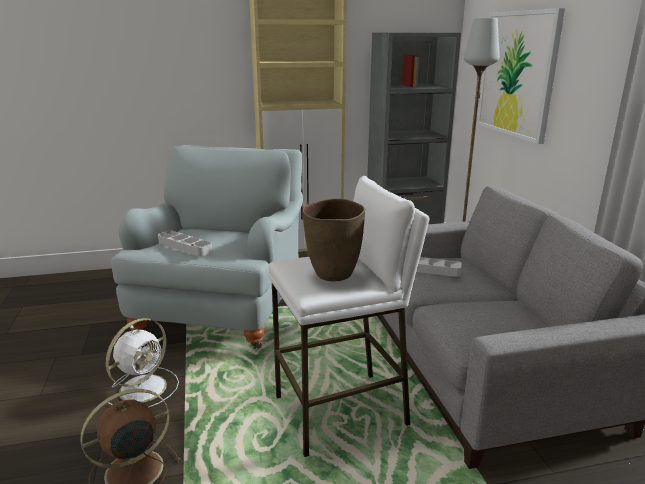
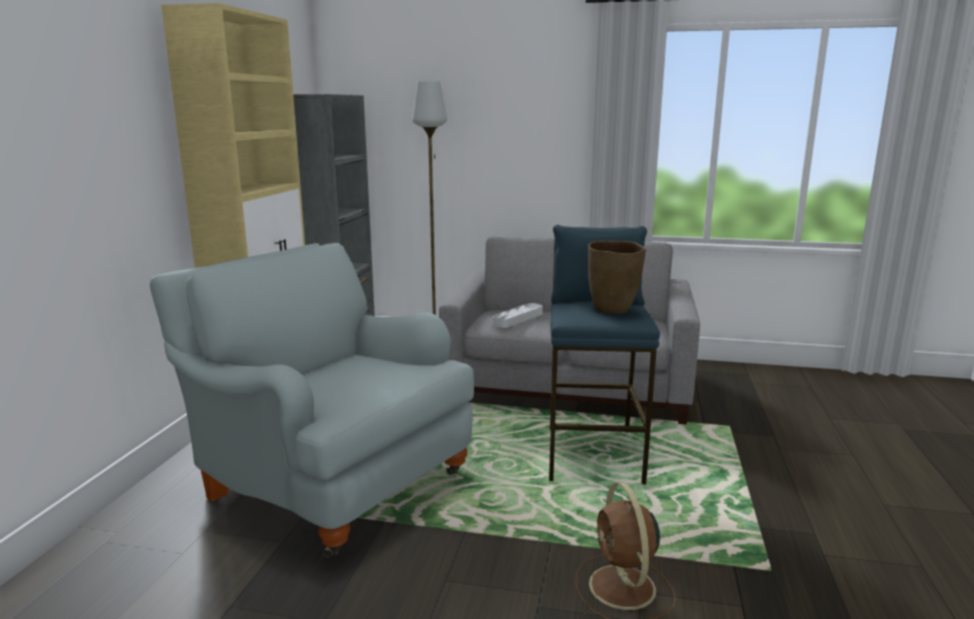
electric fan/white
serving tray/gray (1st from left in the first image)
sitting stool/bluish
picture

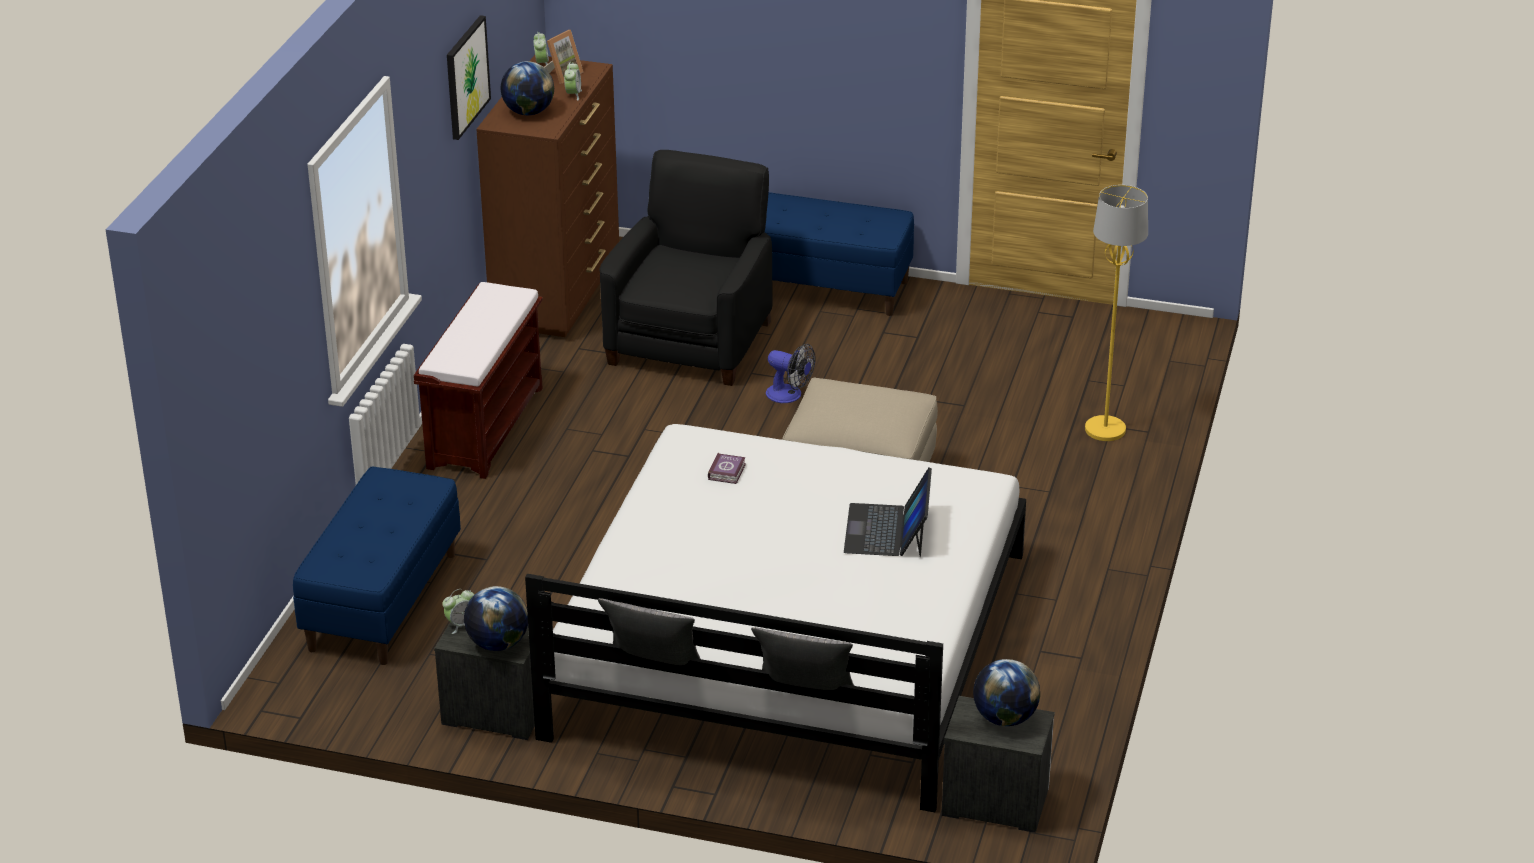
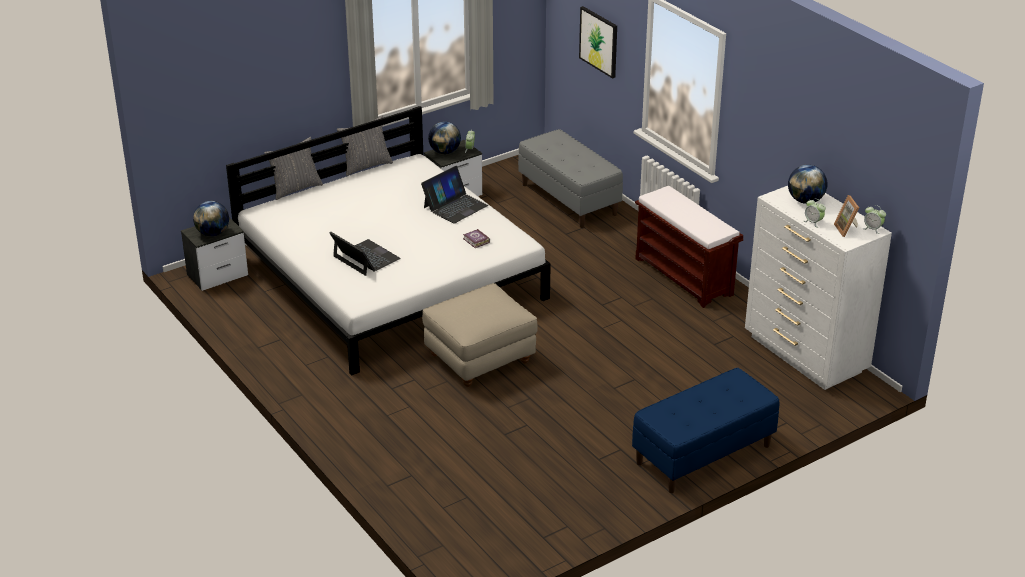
indoor bench/gray
picture
dresser/white
lounge chair/blackish
electric fan
floor lamp/yellowish
notebook computer (2nd from left)

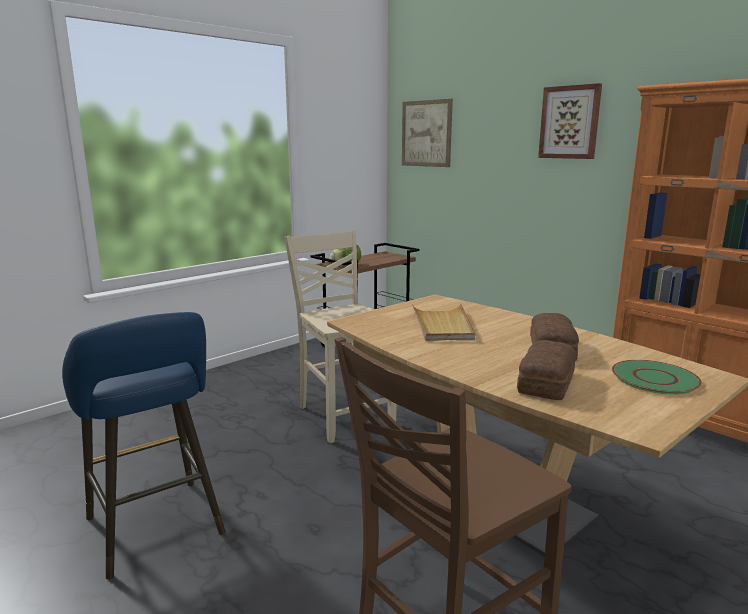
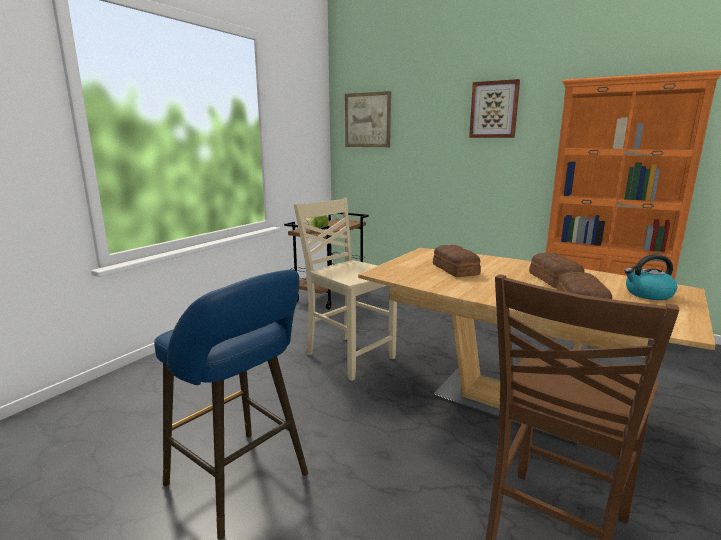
bread (1st from left)
tea kettle

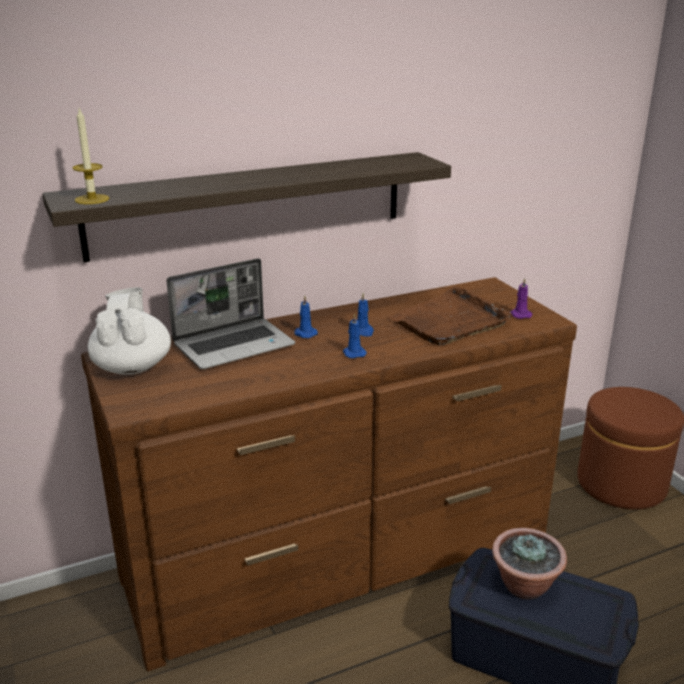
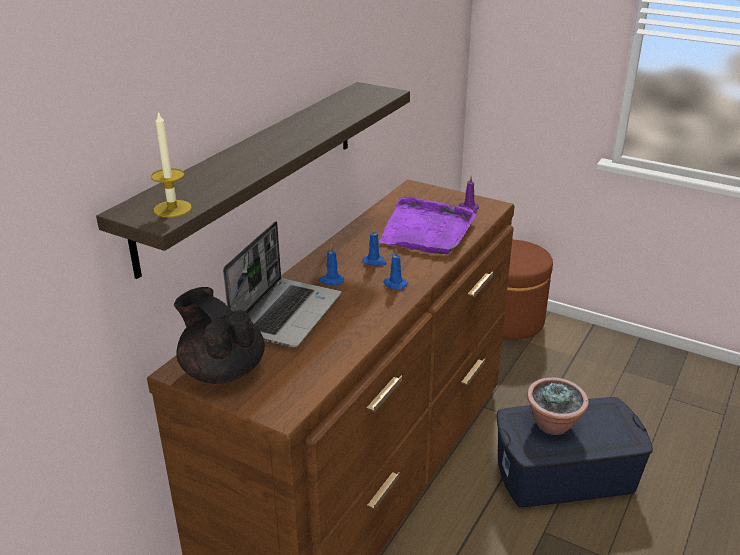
tea pot/blackish
serving tray/purple

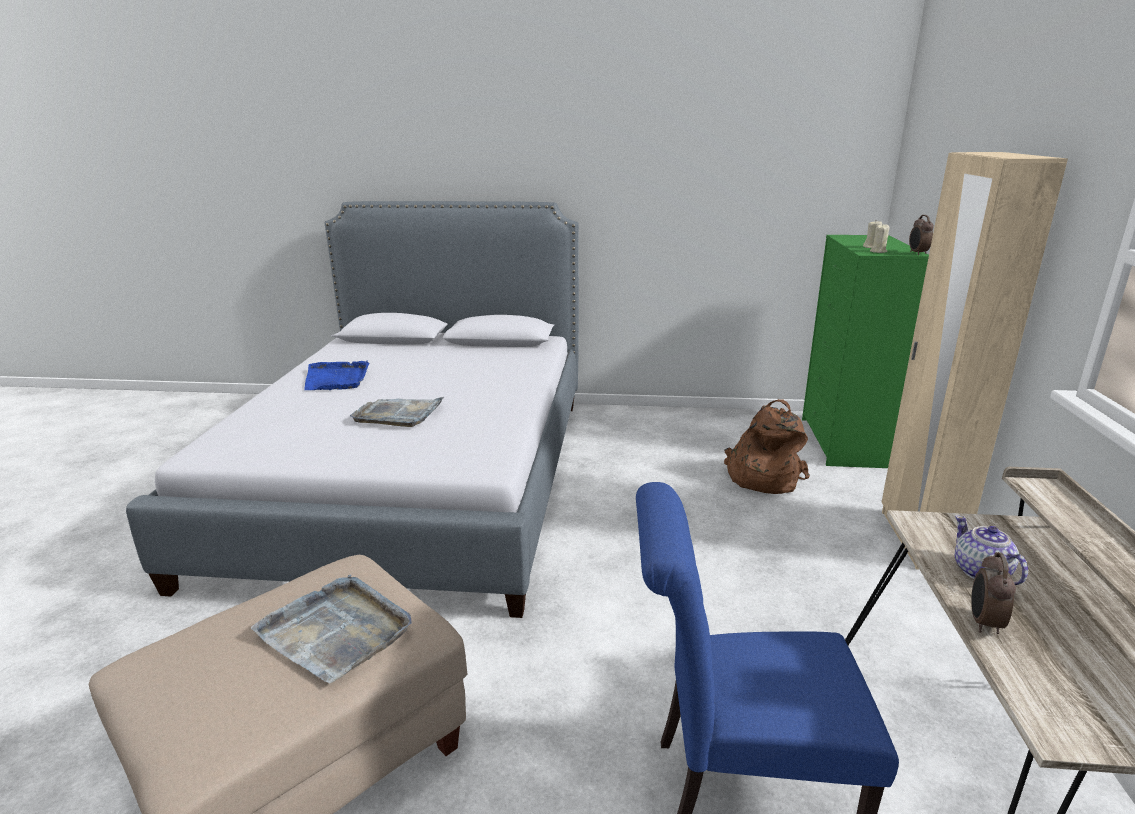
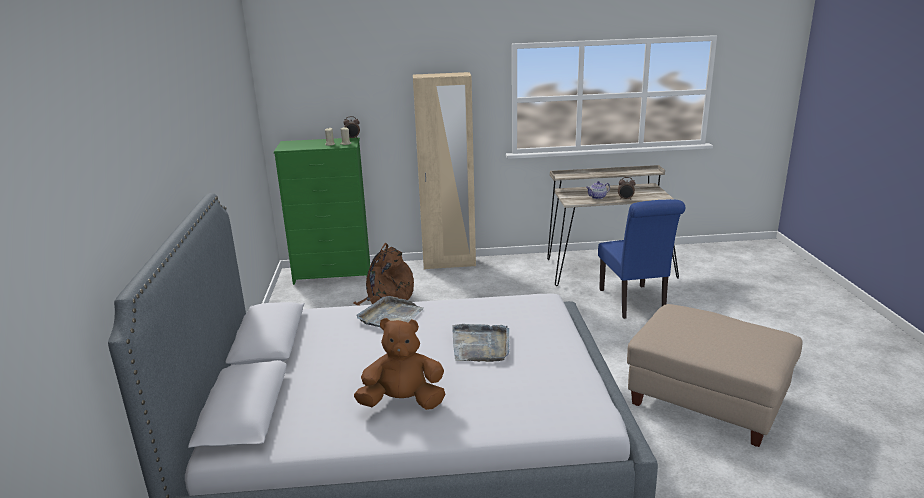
serving tray/gray (1st from left)
cuddly toy/brown

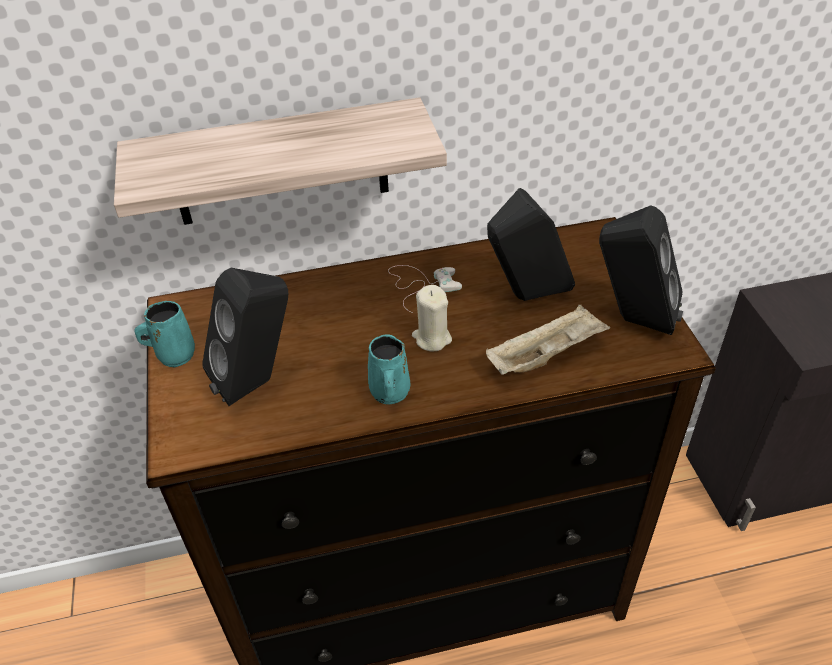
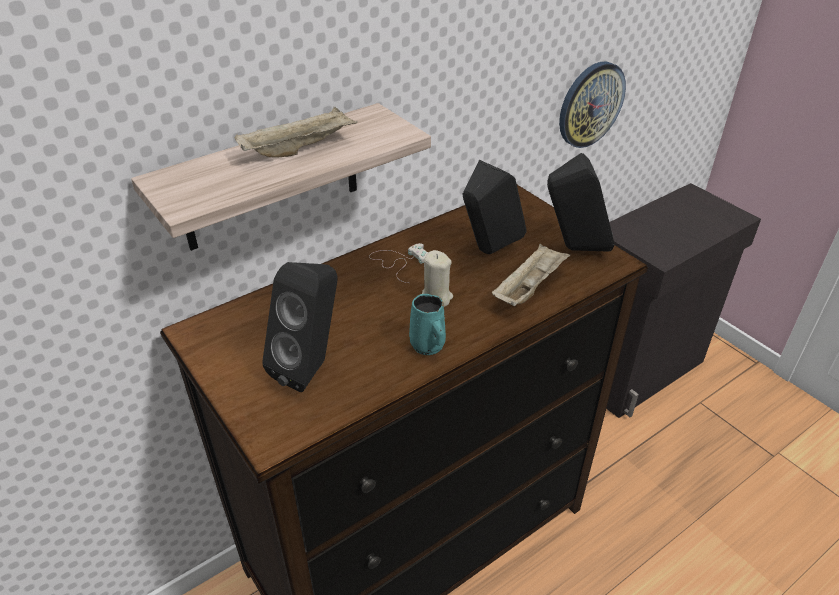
mug/blue-green (1st from left in the first image)
serving tray/beige-coloured (1st from left)
clock on the wall

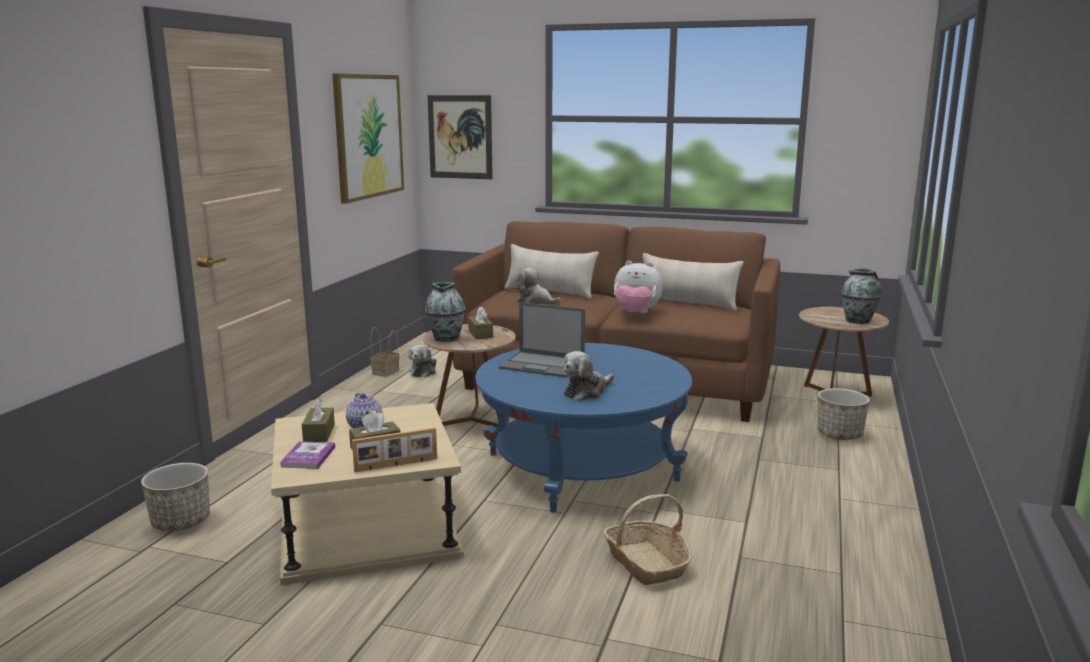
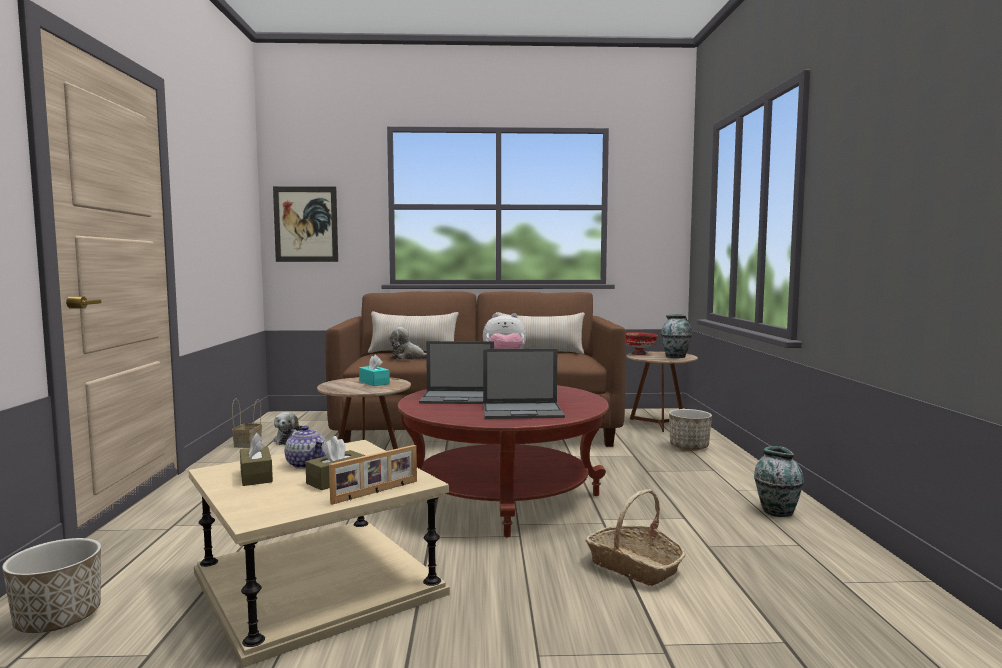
bound book
picture (1st from left in the first image)
decorative vase (2nd from left)
box of tissues/blue-green
coffee table/red
notebook computer (2nd from left)
deep dish/red

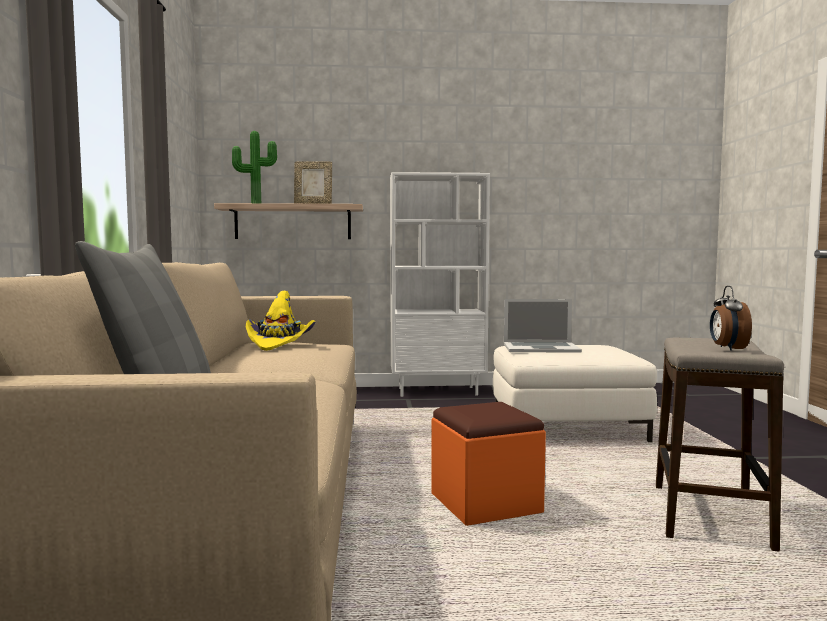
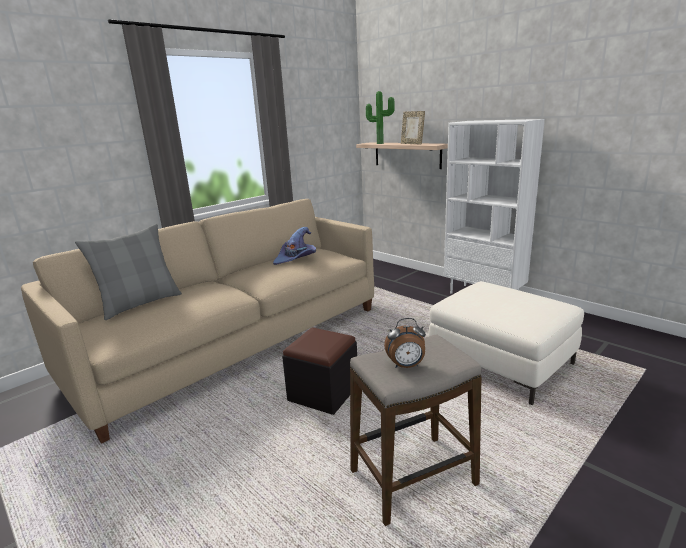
hat/purple
pouffe/blackish
notebook computer
alarm clock

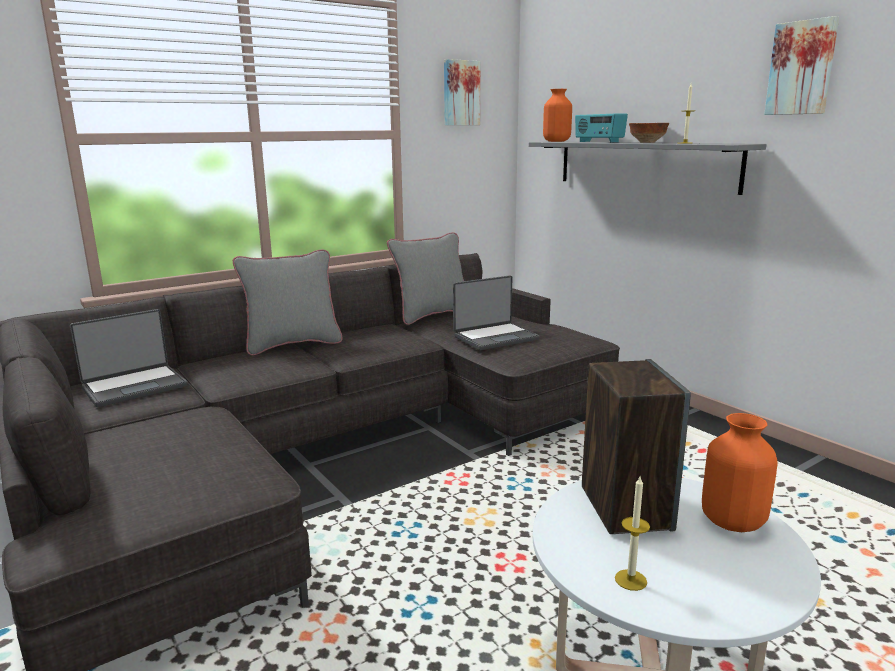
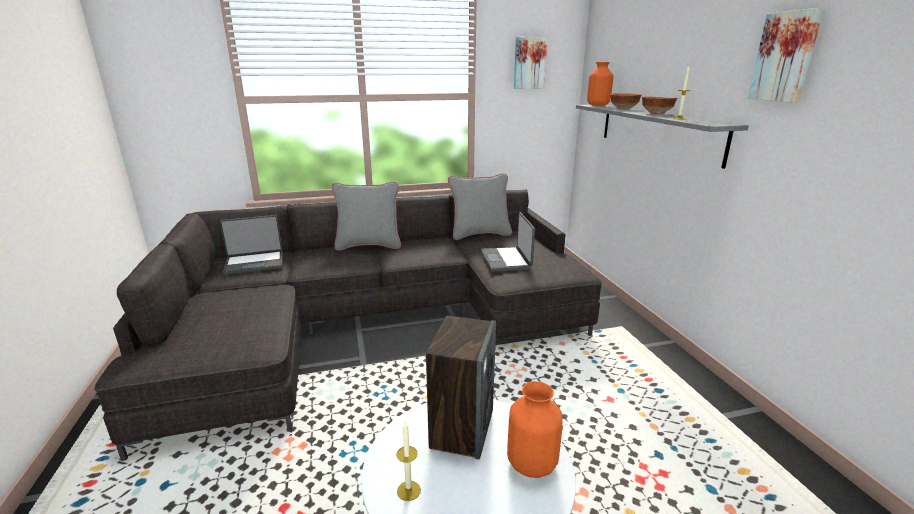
notebook computer (2nd from left)
deep dish (1st from left)

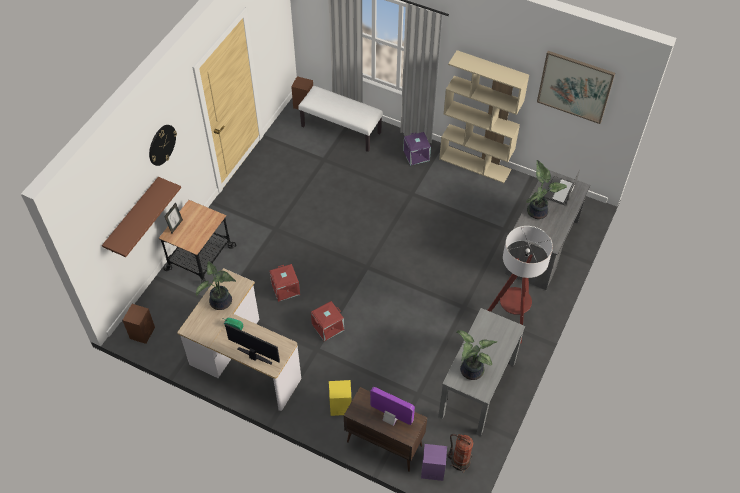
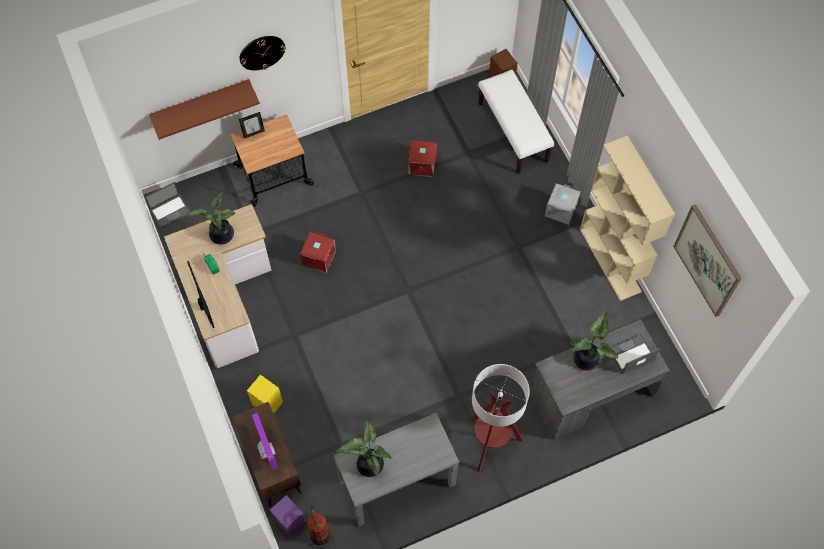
notebook computer (1st from left)
storage container/red (2nd from left)
storage container/gray

